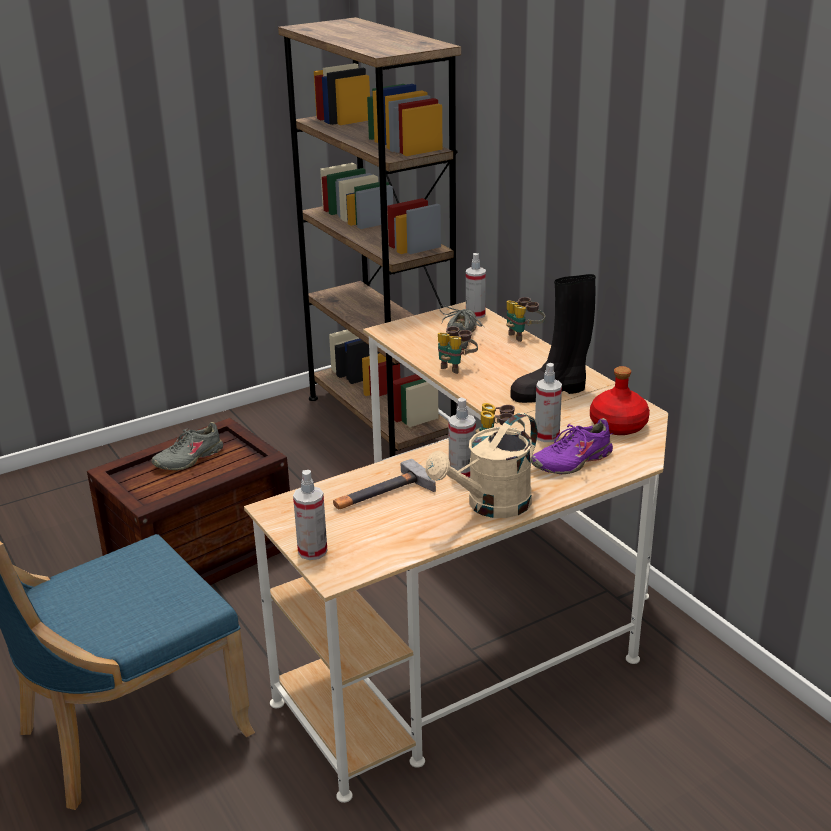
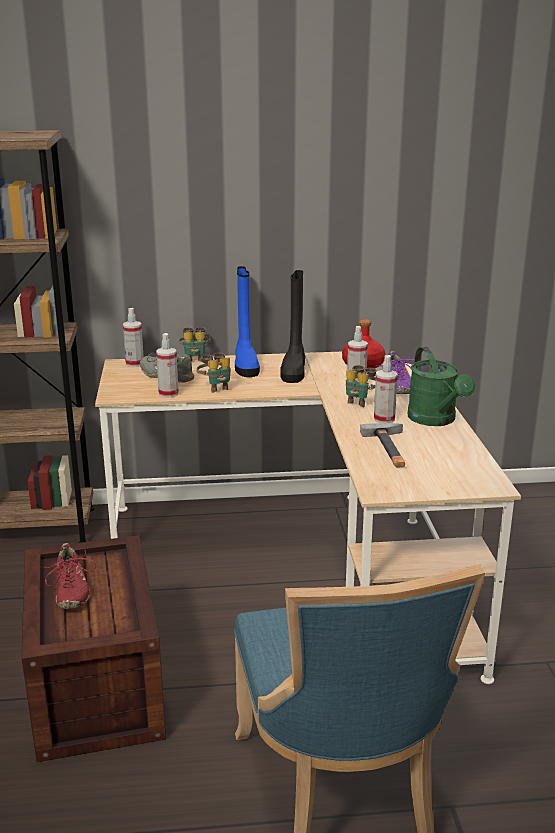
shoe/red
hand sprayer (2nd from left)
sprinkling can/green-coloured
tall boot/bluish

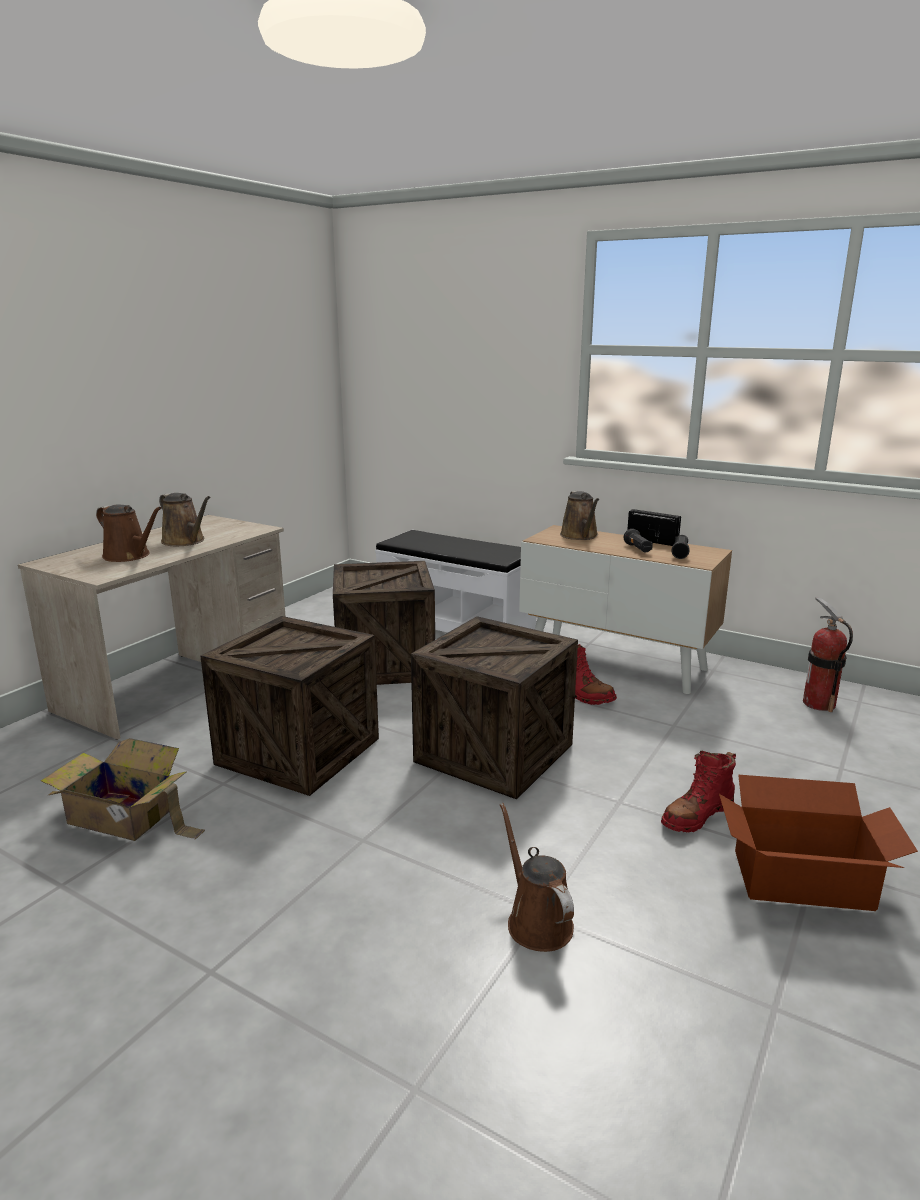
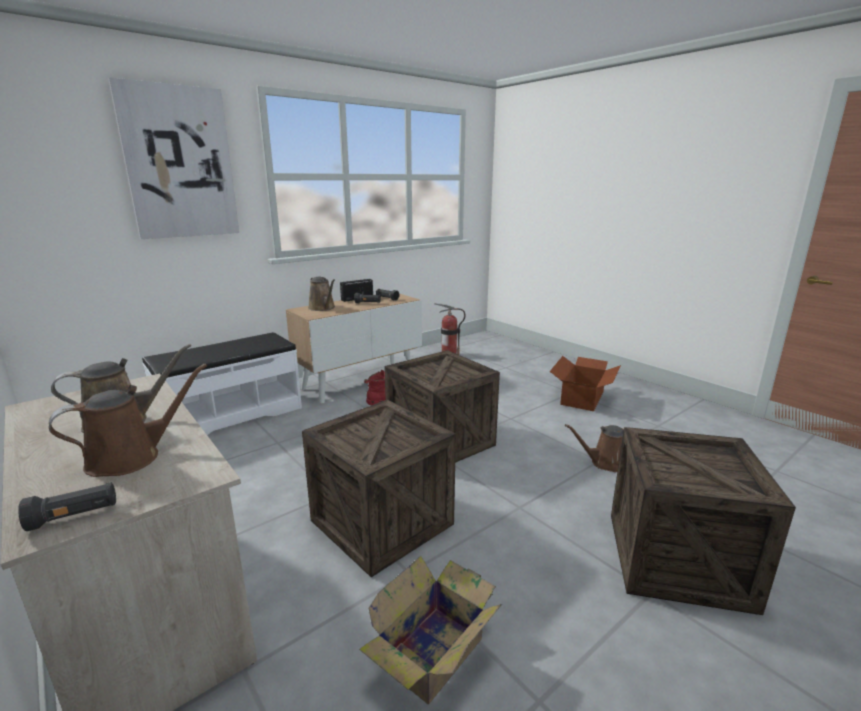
crate (3rd from left)
sprinkling can/brown (3rd from left)
tall boot/red (2nd from left in the first image)
torch/blackish (1st from left)
picture

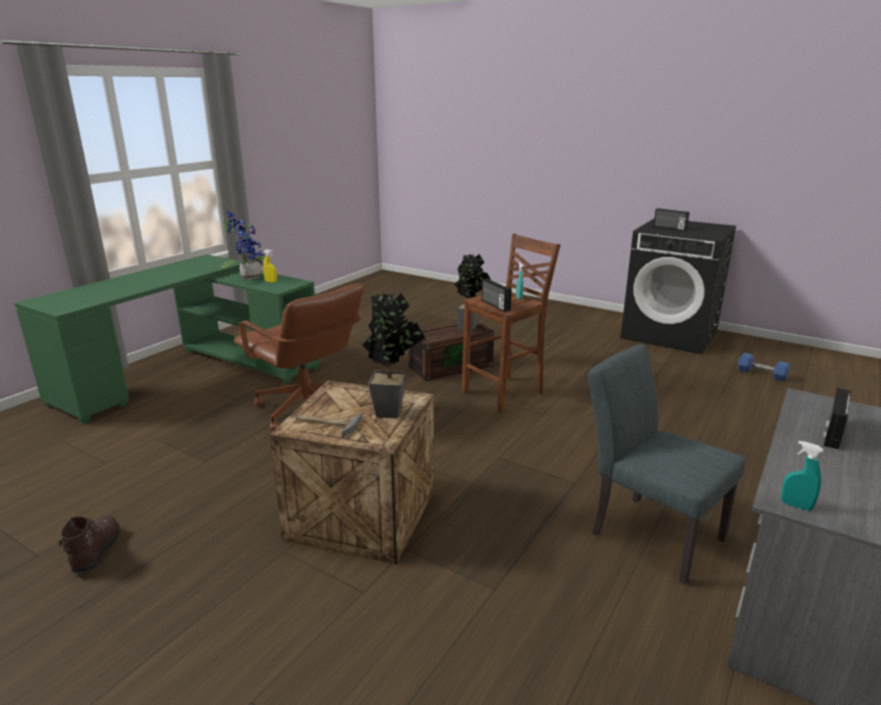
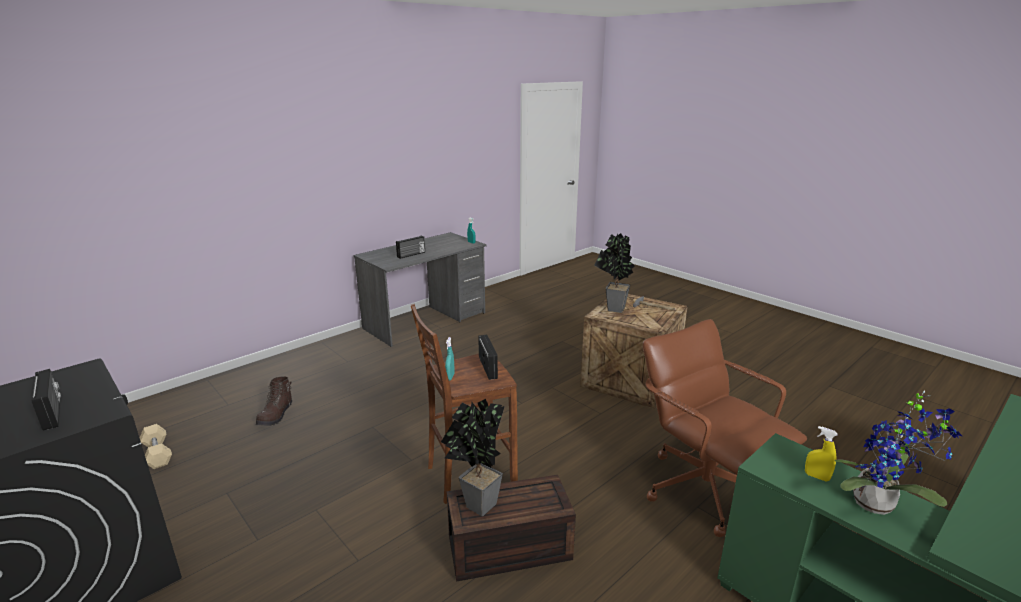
tall boot/brown
upright chair/gray
free weight/beige-coloured

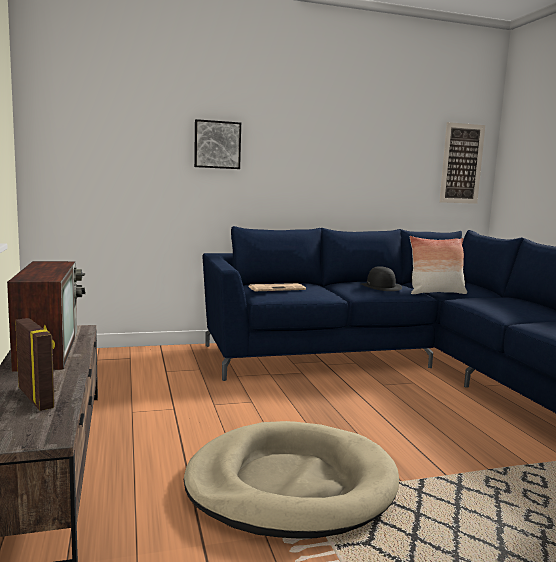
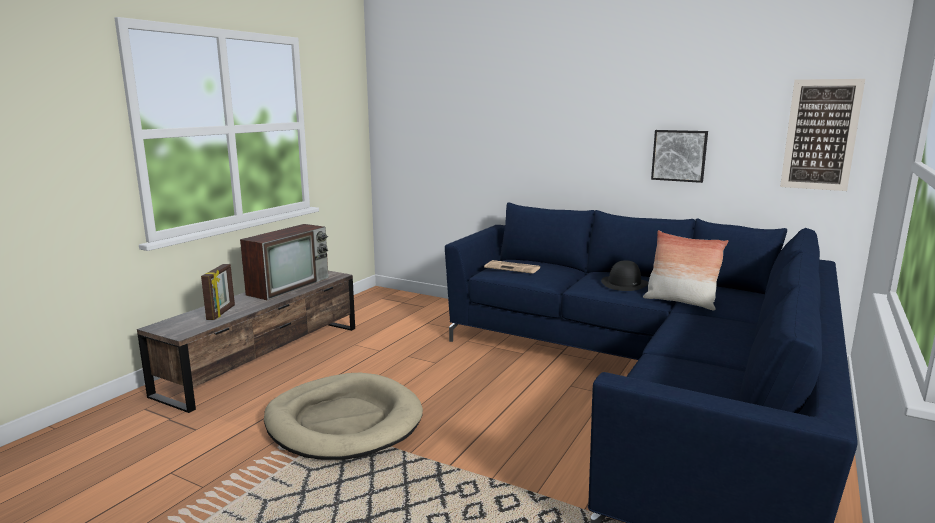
picture (1st from left)

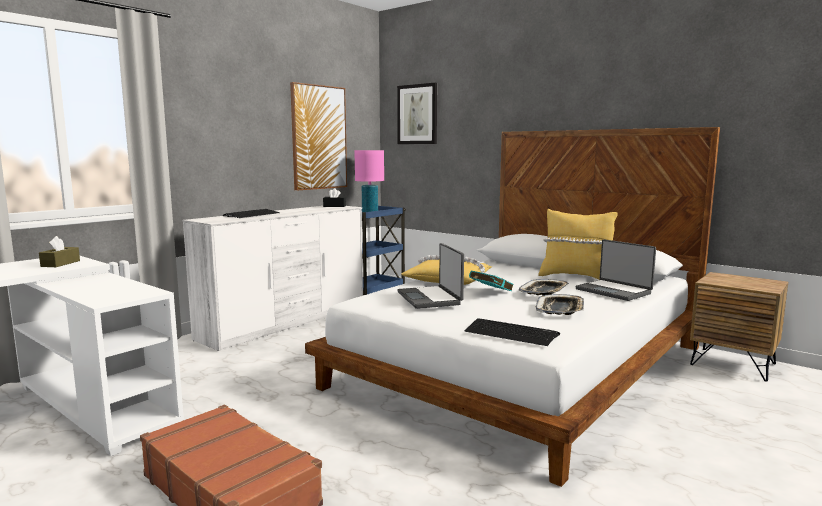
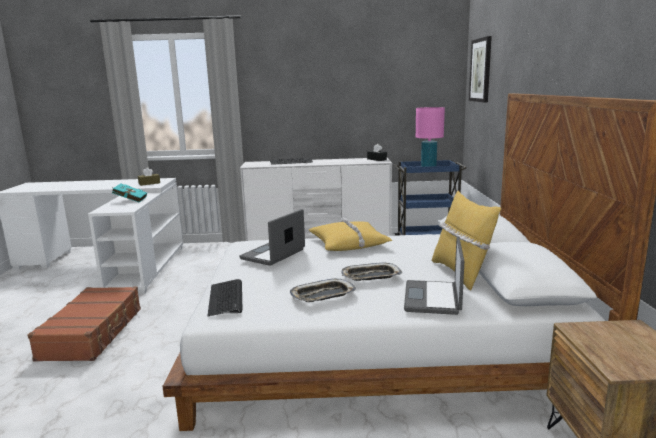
picture (1st from left in the first image)
bound book/blue-green

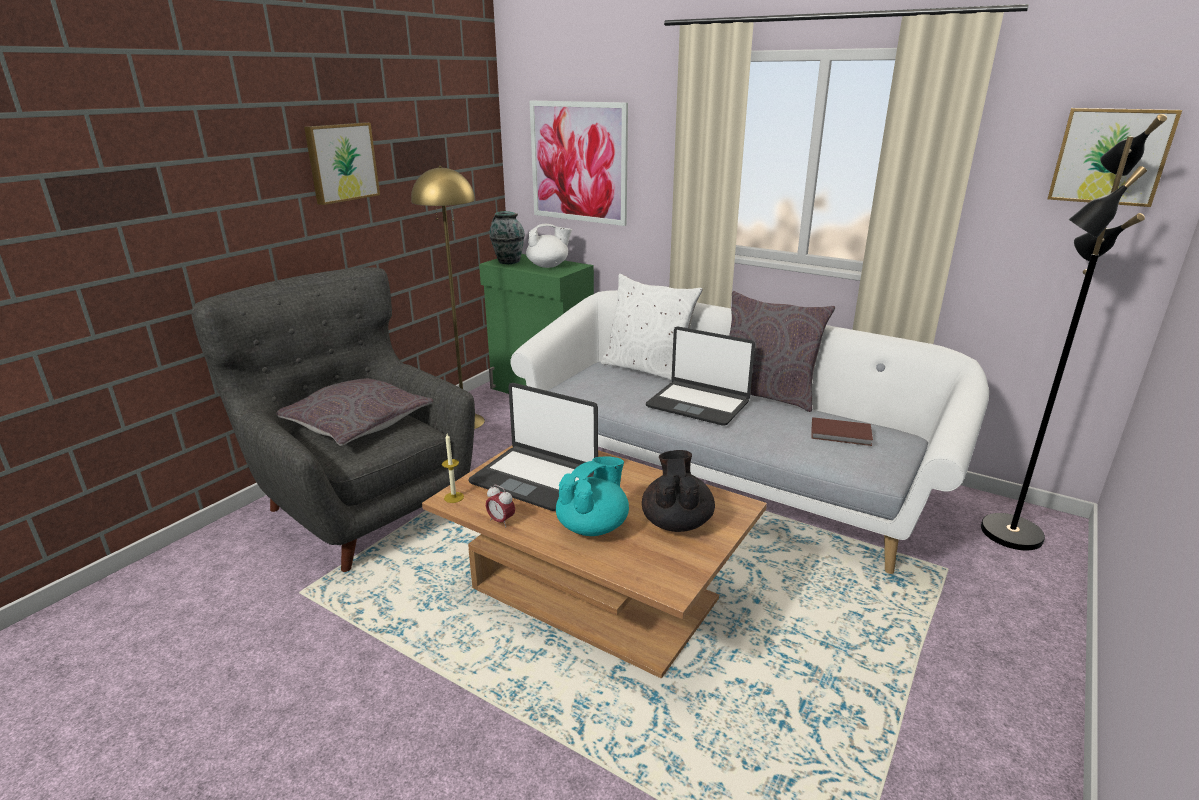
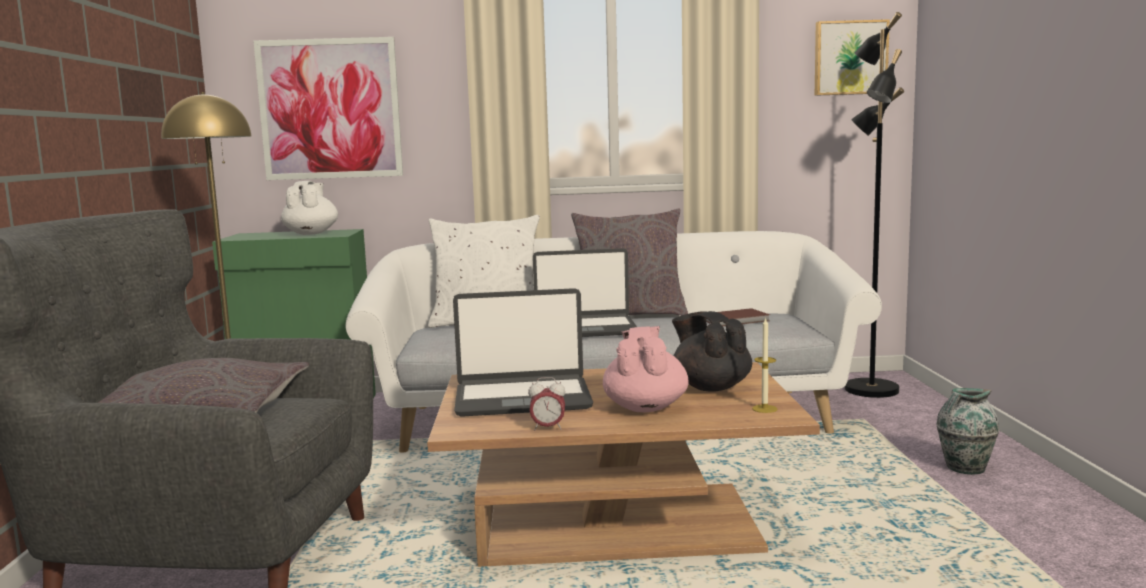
picture (1st from left in the first image)
candle
decorative vase
tea pot/white
tea pot/pinkish

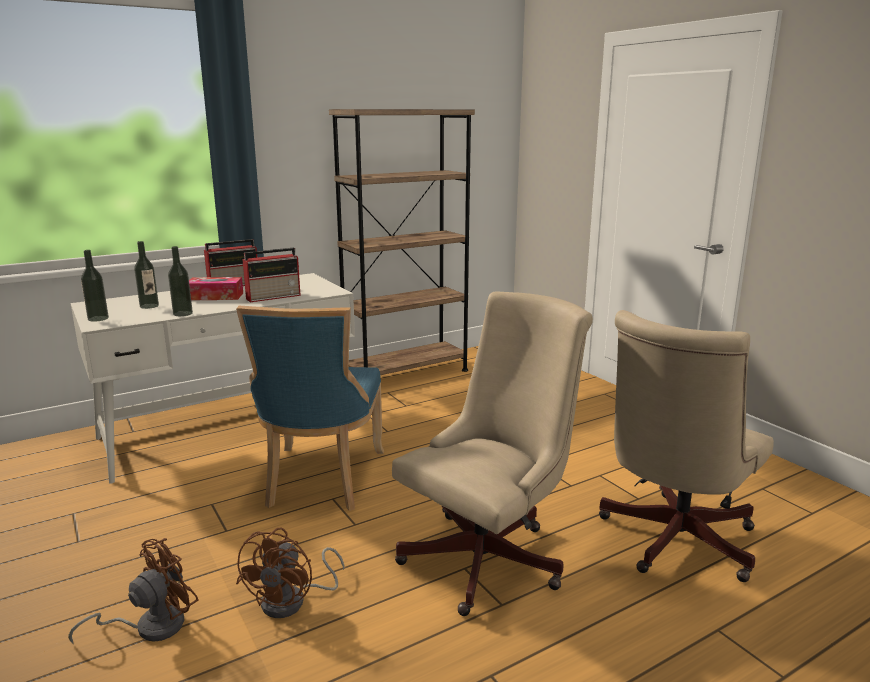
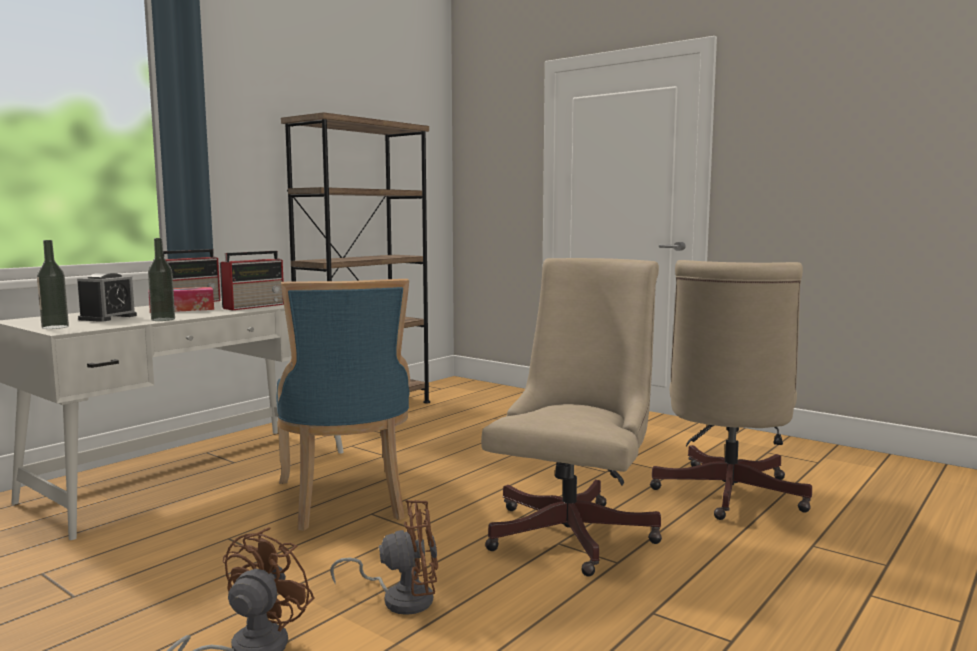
alarm clock
electric fan/brown (2nd from left)

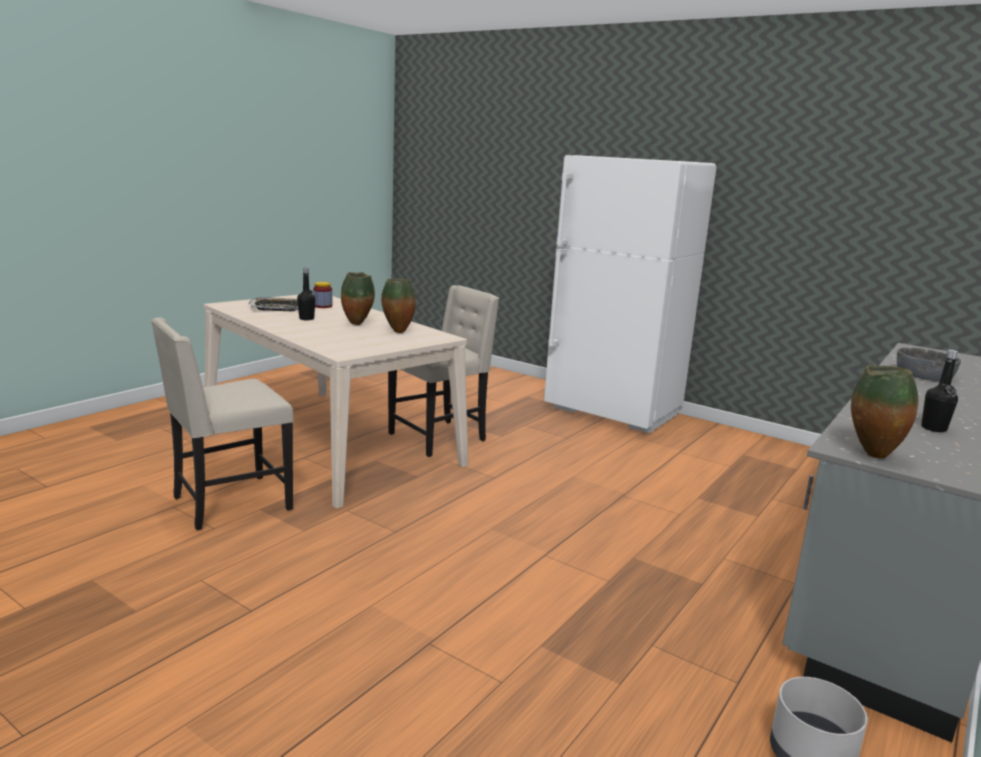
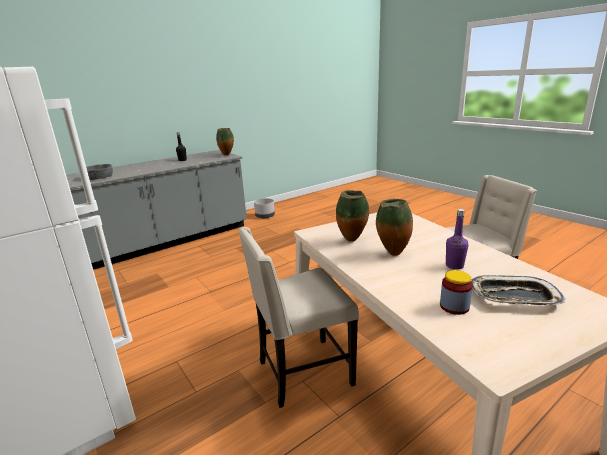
drink bottle/purple

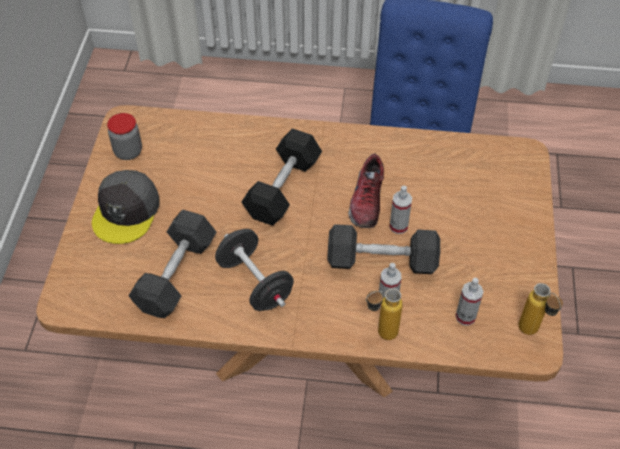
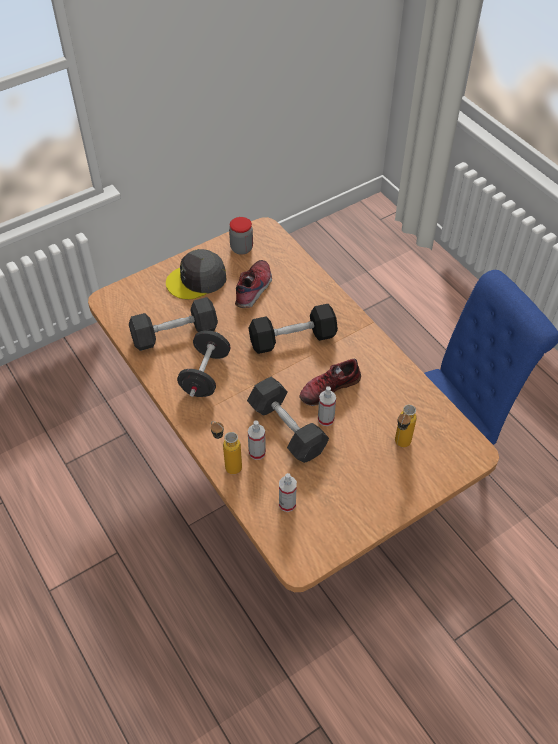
drink bottle (2nd from left)
shoe (1st from left)

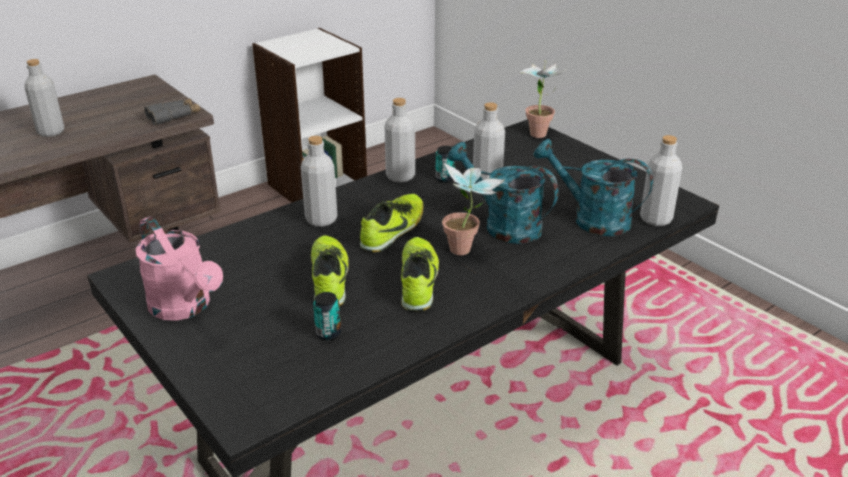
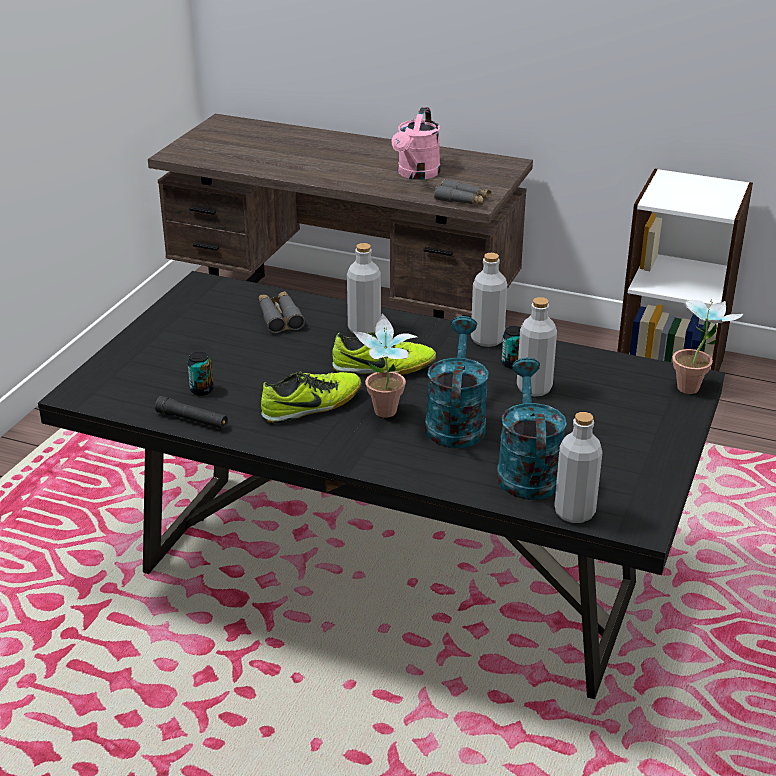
drink bottle/gray (1st from left in the first image)
sprinkling can/pinkish
shoe (1st from left in the first image)
torch/blackish
binoculars/gray (1st from left)

